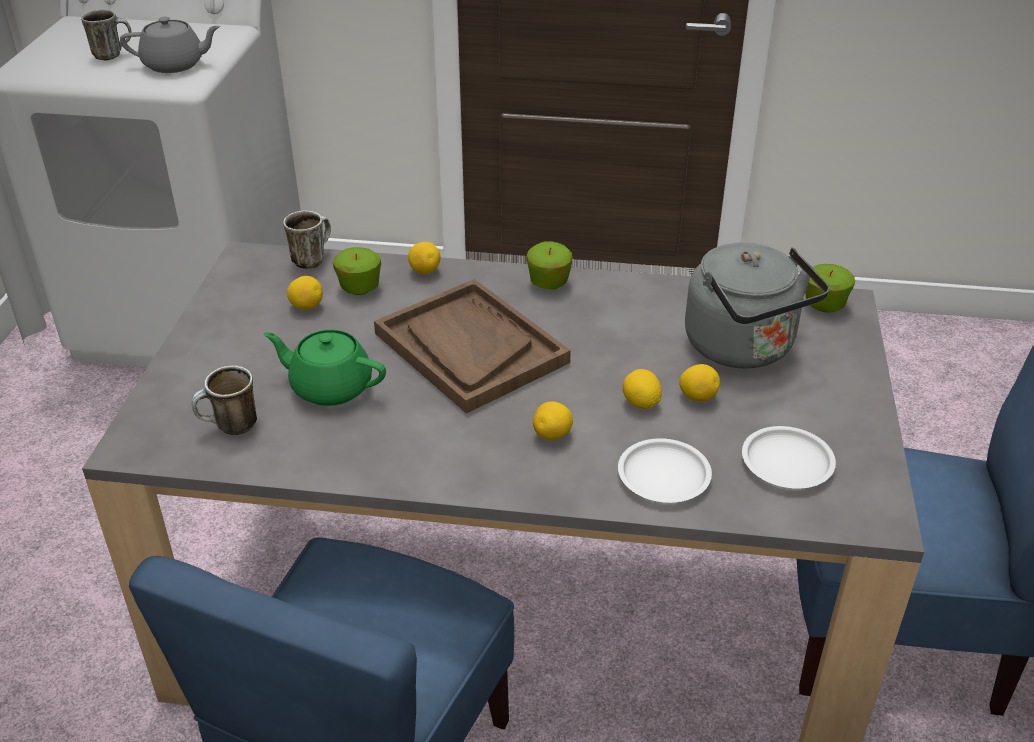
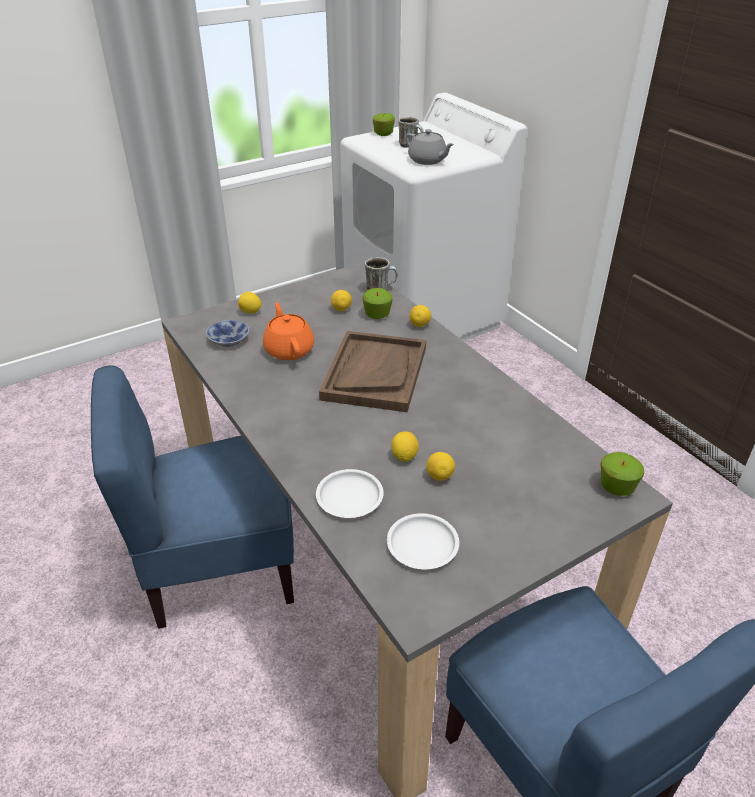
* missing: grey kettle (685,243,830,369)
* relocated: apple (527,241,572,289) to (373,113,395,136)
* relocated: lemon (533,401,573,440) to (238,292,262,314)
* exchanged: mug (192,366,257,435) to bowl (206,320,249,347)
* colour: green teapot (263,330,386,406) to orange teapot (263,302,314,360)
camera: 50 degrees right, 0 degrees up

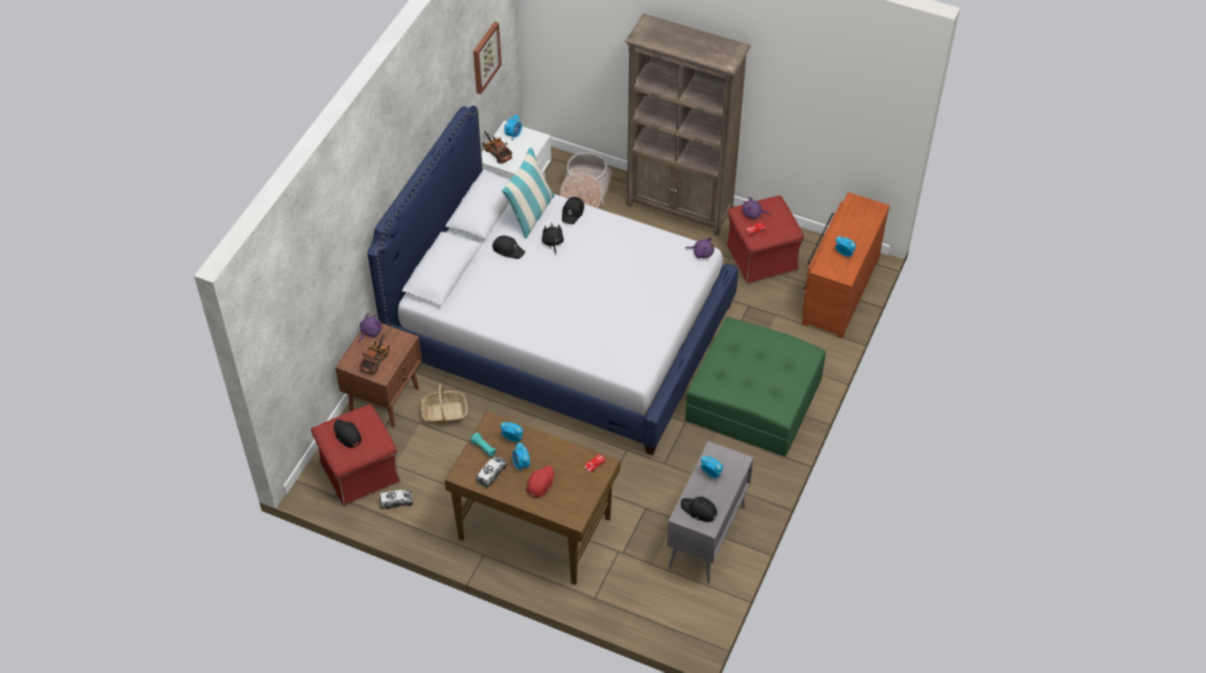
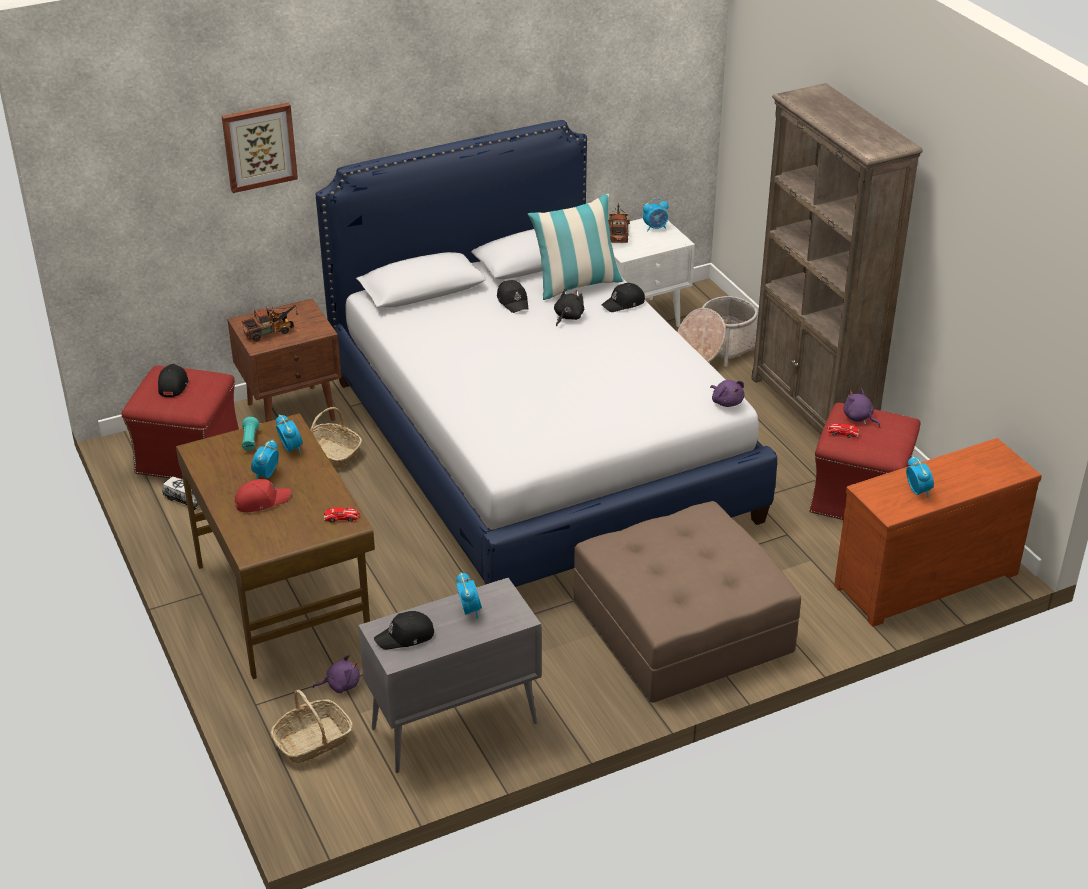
* missing: toy truck (476,455,507,488)
* appeared: basket (271,690,353,764)
* relocated: purple plush toy (358,313,382,343) to (313,655,360,693)
* relocated: picture (473,22,502,94) to (222,103,298,193)
* colour: green ottoman (685,317,826,456) to brown ottoman (574,501,801,703)
* spun: black cap (681,497,718,522) = (374,611,434,650) 90 degrees counterclockwise
camera: 40 degrees right, 15 degrees down

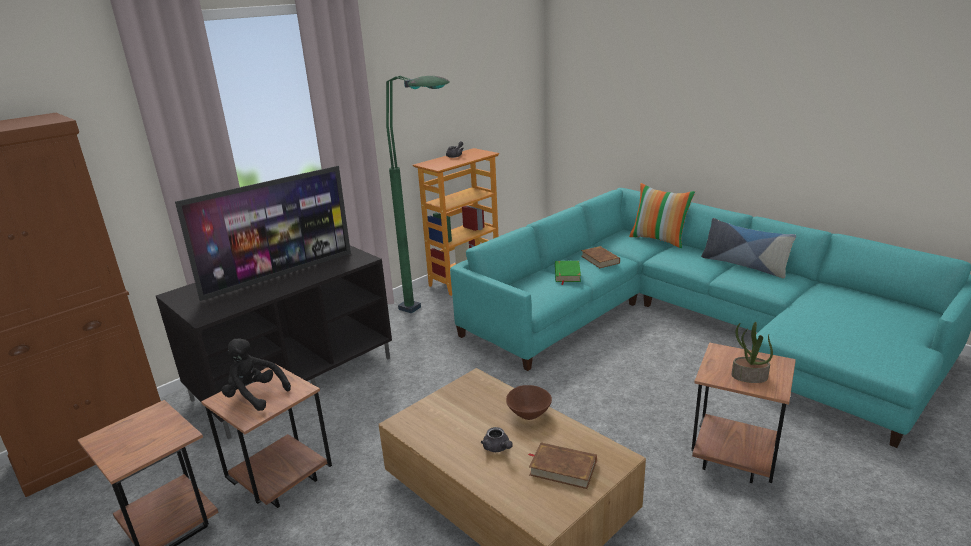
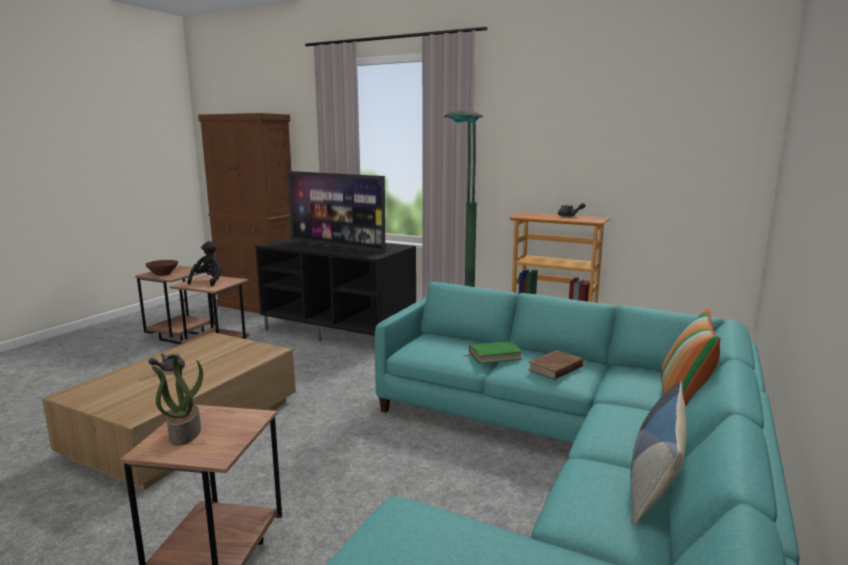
* missing: brown book (528,442,597,489)
* relocated: brown bowl (506,385,552,420) to (146,260,178,276)
camera: 70 degrees right, 10 degrees down

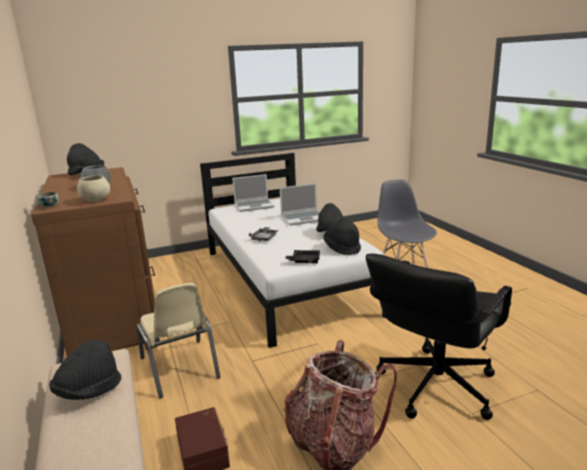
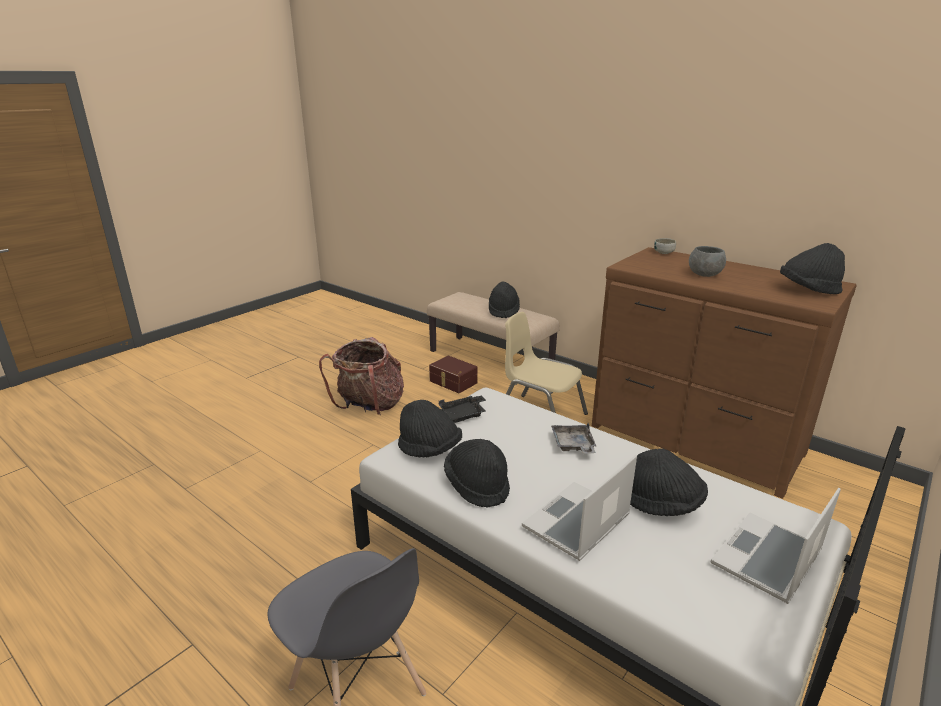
* missing: beige bowl (77,175,110,202)
* missing: black office chair (366,253,512,420)
* appeared: black hat (630,448,708,516)
camera: 150 degrees right, 5 degrees up

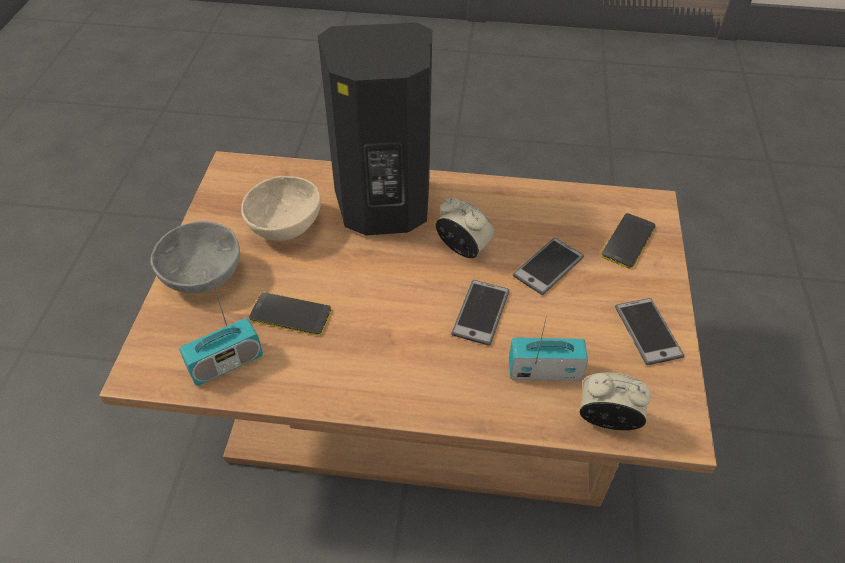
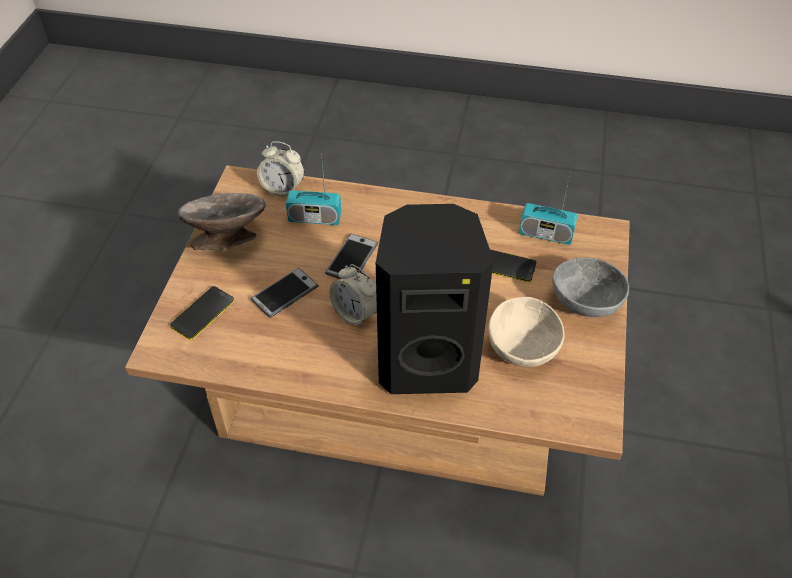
* exchanged: phone (615,298,684,365) to grey bowl (177,193,266,252)
* spun: radio (179,280,263,386) = (519,174,578,245) 135 degrees counterclockwise
camera: 175 degrees left, 0 degrees up

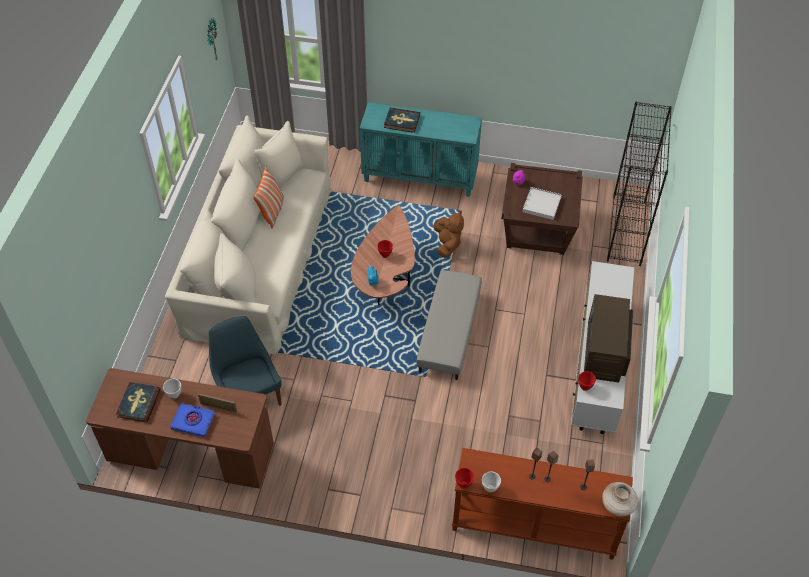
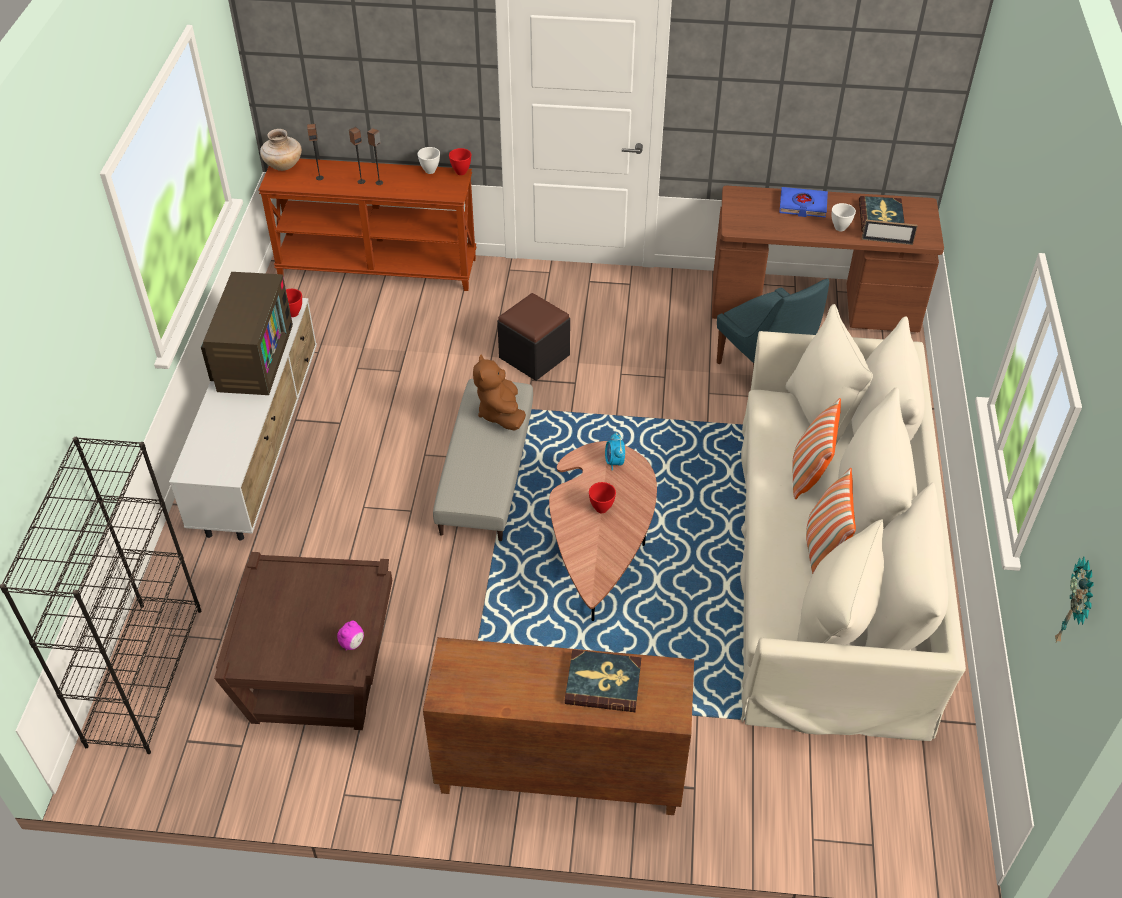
* missing: white tray (522,187,562,220)
* appeared: black ottoman (497,293,570,381)
* appeared: pillow (792,398,841,499)
* relocated: picture frame (198,393,237,413) to (861,219,918,245)
* relocated: brown plush toy (434,210,464,258) to (473,354,526,431)
* colour: turquoise cabinet (360,102,482,197) to brown cabinet (423,637,694,815)
camera: 175 degrees right, 5 degrees down

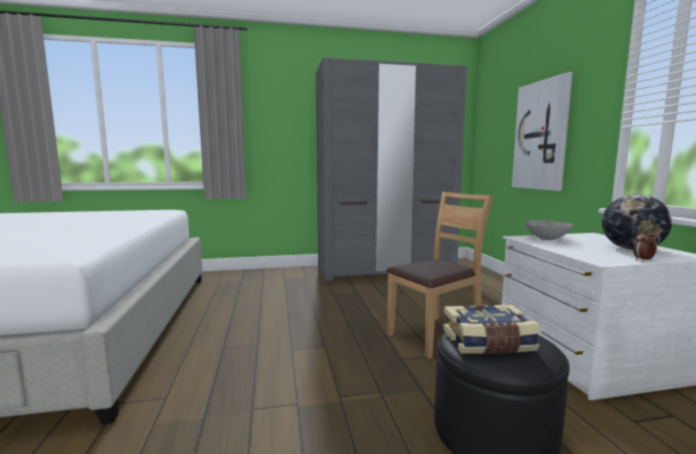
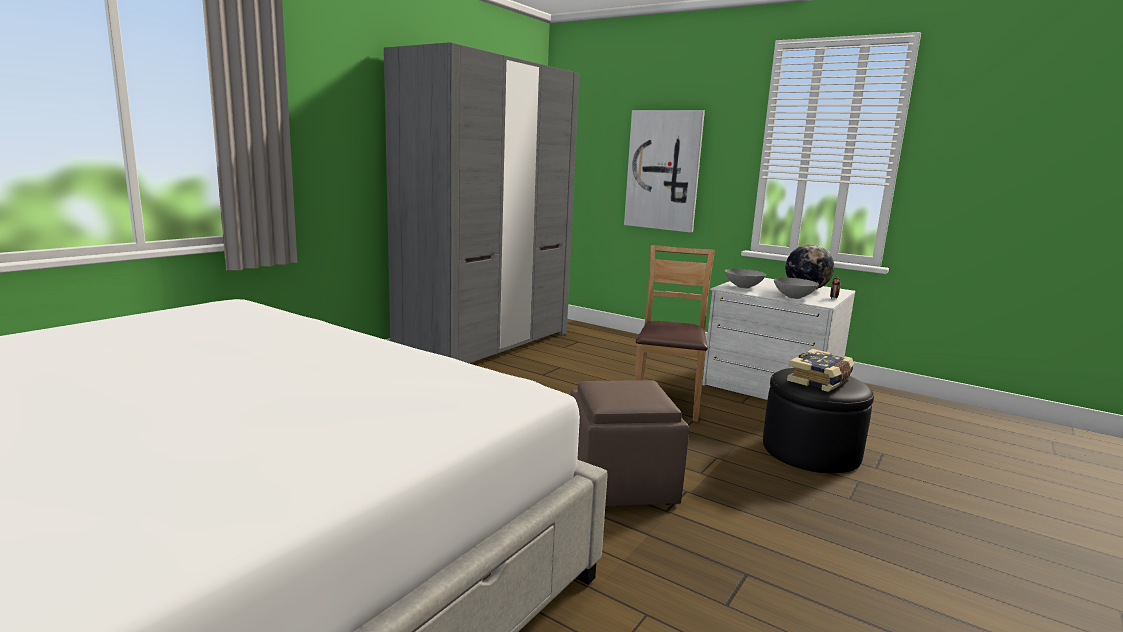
* appeared: brown ottoman (570,380,689,506)
* appeared: grey bowl (774,278,819,299)
camera: 45 degrees left, 5 degrees up

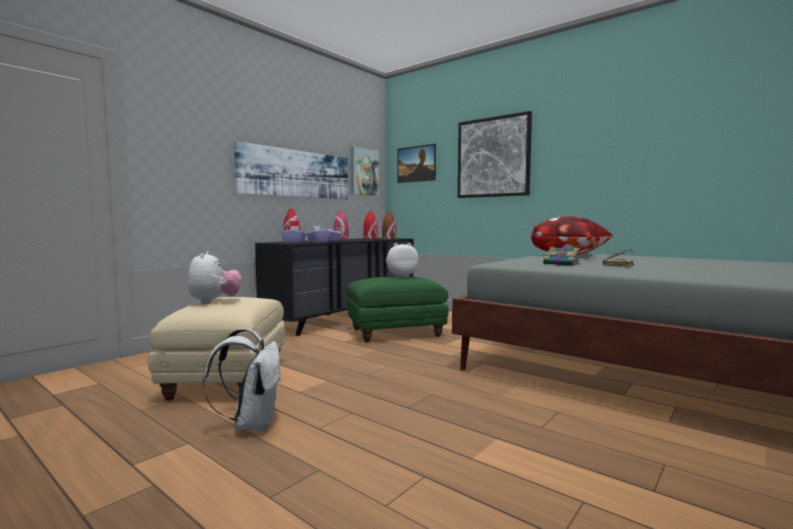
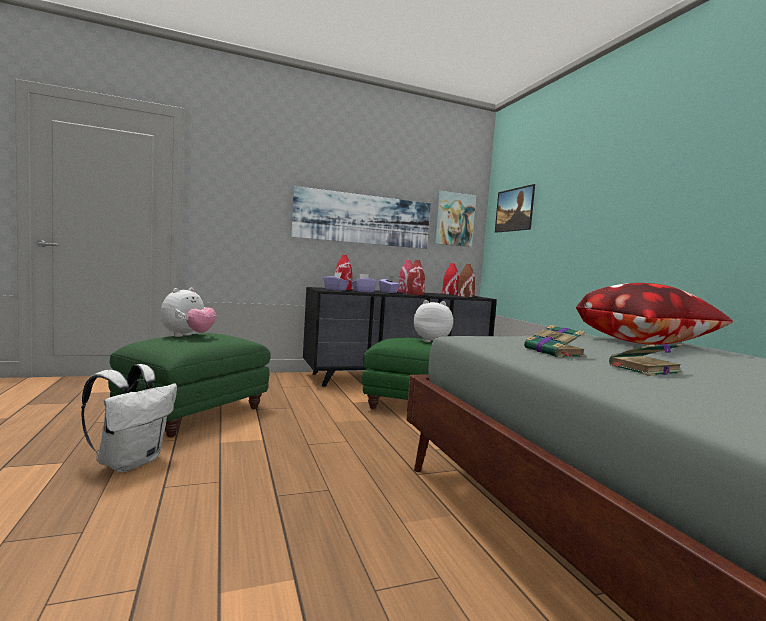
* missing: picture (458,111,532,198)
* appeared: red vase (406,260,425,295)
* colour: beige ottoman (147,297,285,401) to green ottoman (108,333,271,437)
camera: 30 degrees right, 0 degrees up

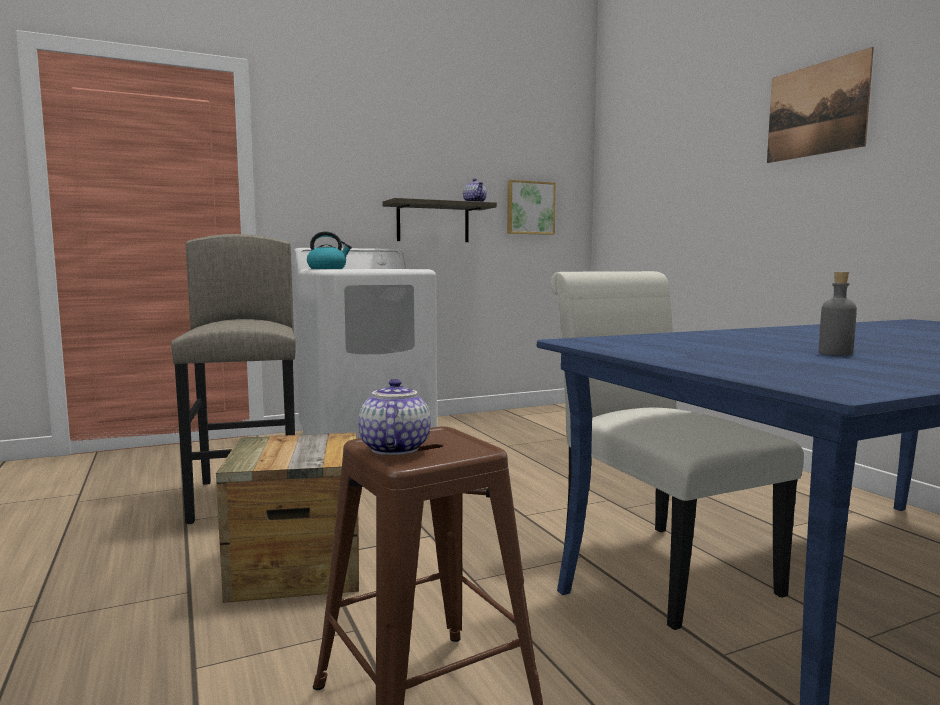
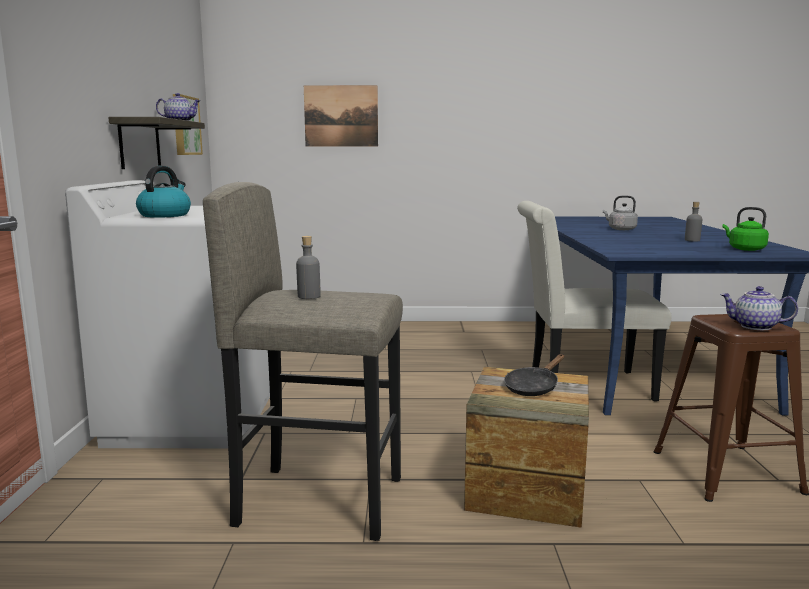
* appeared: grey bottle (296,236,321,299)
* appeared: black frying pan (504,354,564,396)
* appeared: grey kettle (603,196,638,230)
* appeared: green kettle (723,207,769,251)
* relocated: picture (767,47,874,163) to (304,85,378,146)
camera: 65 degrees left, 5 degrees up

